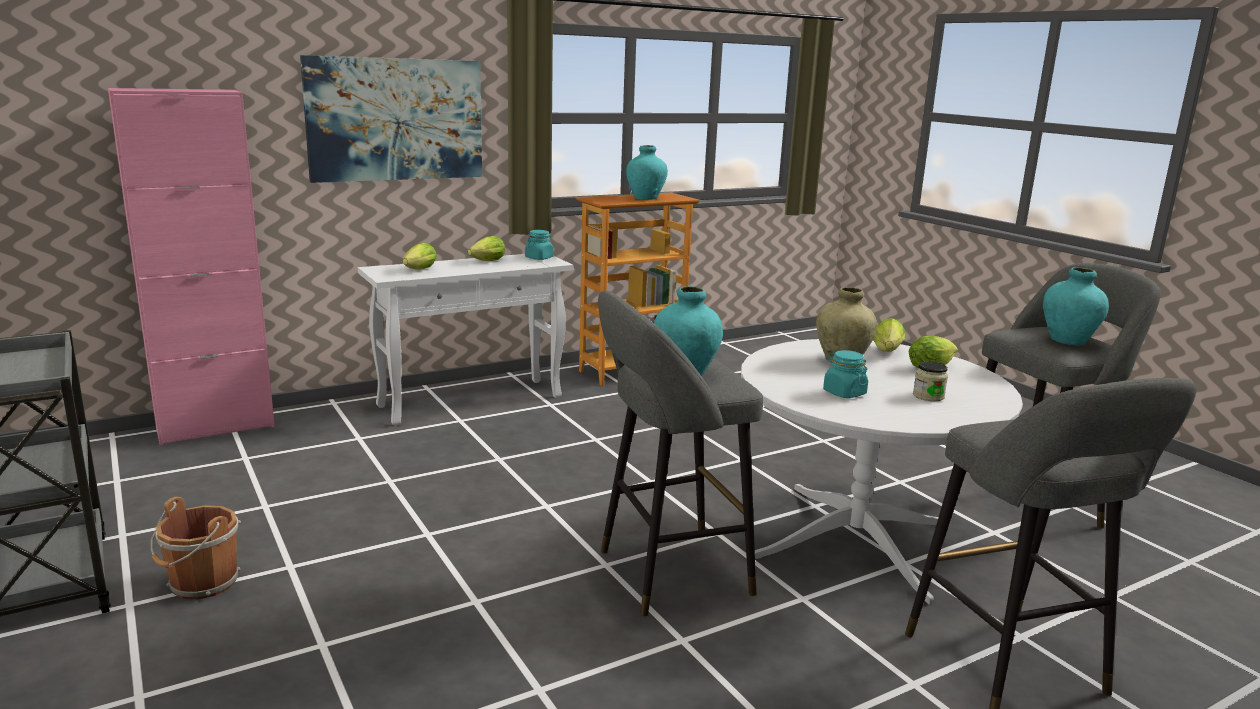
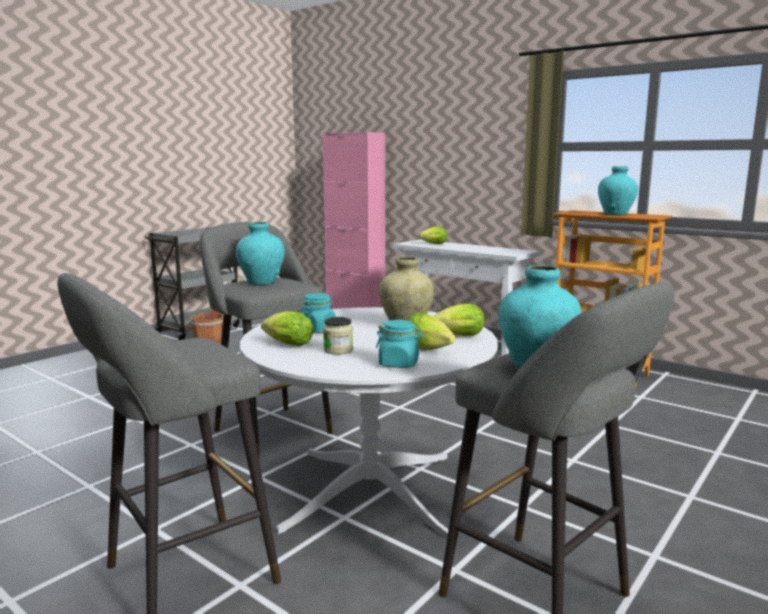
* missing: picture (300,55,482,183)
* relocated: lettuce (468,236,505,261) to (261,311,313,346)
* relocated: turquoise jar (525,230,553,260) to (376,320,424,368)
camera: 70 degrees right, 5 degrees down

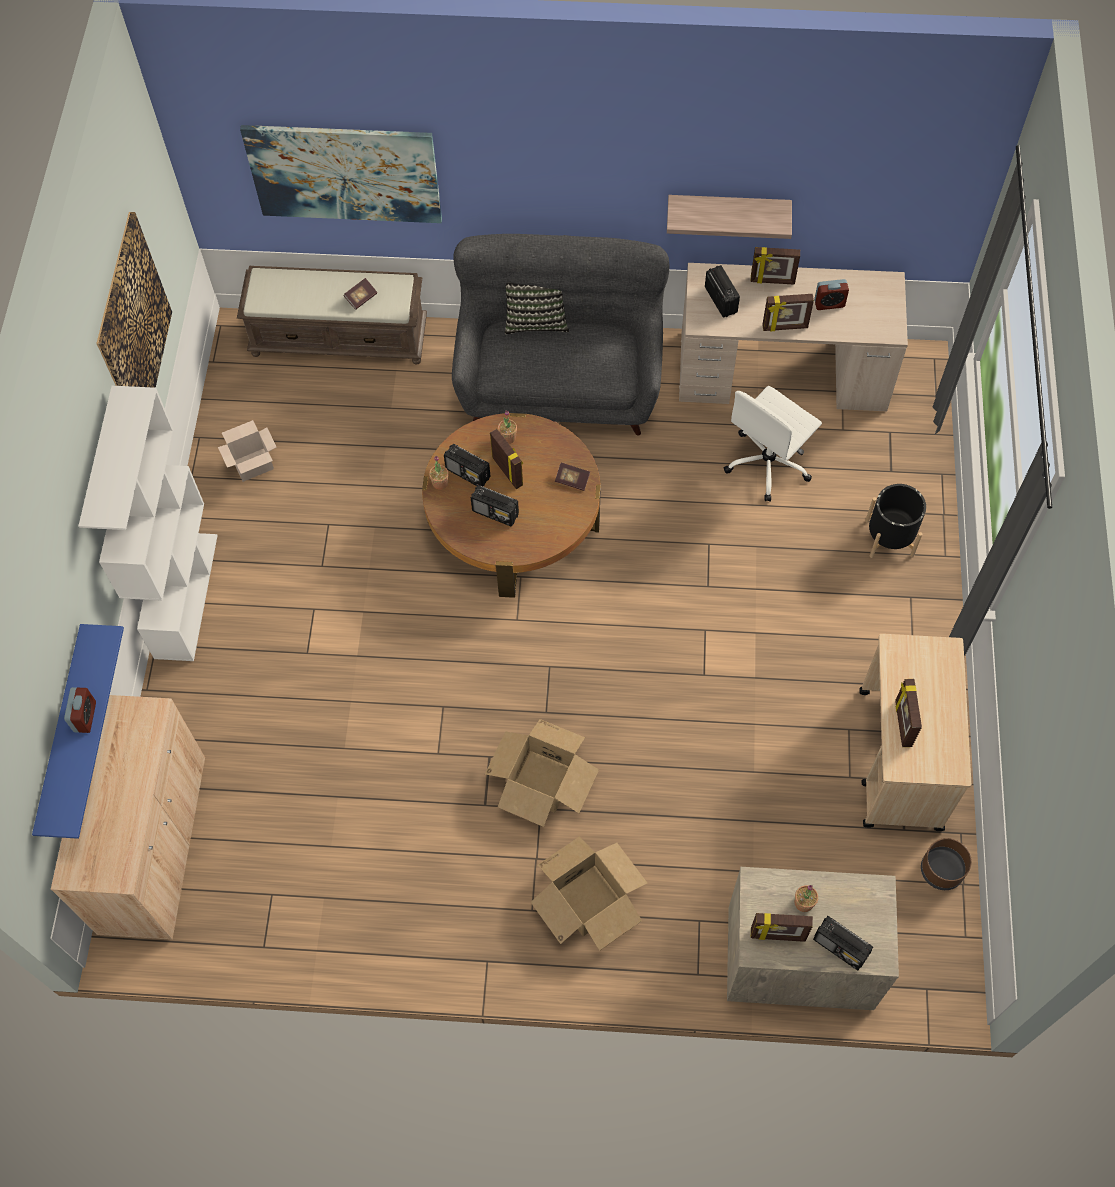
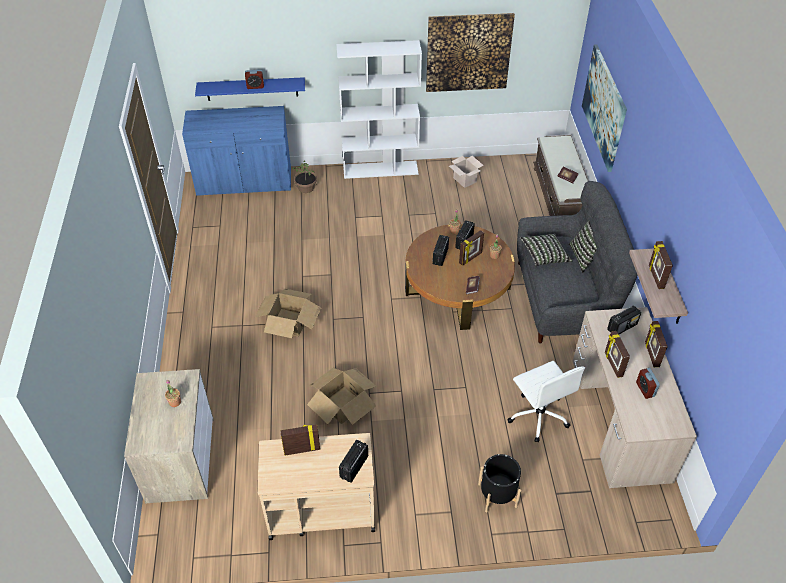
* missing: brown planter (921,838,972,890)
* appeared: potted plant (293,161,318,193)
* appeared: pillow (520,234,572,266)
* relocated: cardboard box (531,836,647,951) to (307,368,377,425)
* relocated: picture frame (751,913,813,942) to (649,241,673,289)
* relocated: radio (813,916,873,970) to (339,440,368,483)
* colour: beige cabinet (51,695,205,940) to blue cabinet (182,106,291,196)
* spun: white office chair (724,386,822,502) = (507,361,585,442) 150 degrees counterclockwise
camera: 80 degrees right, 15 degrees down

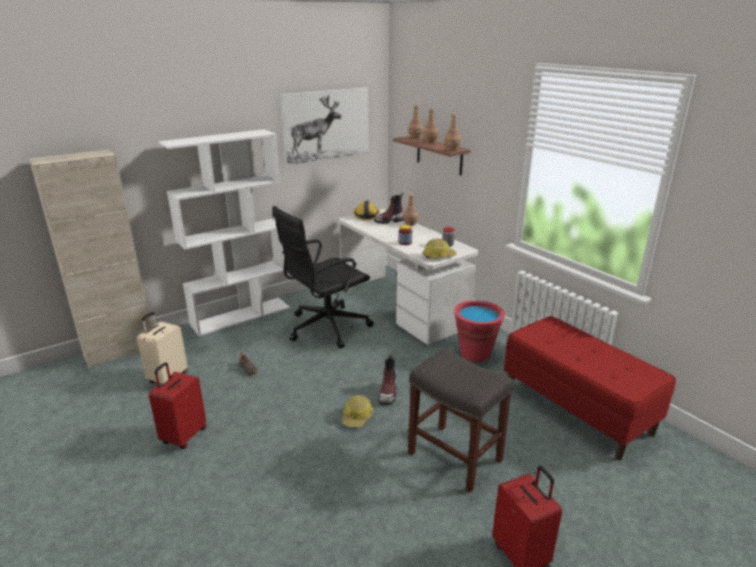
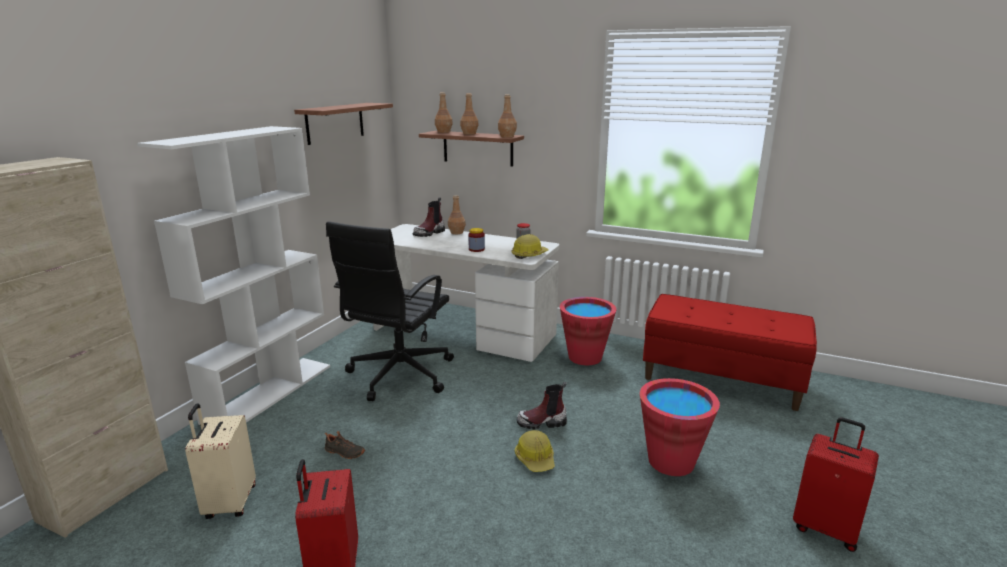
* missing: hard hat (353,201,380,221)
* exchanged: picture (280,88,369,166) to shelf (294,103,393,145)
* exchanged: grey stool (408,349,514,493) to red bucket (640,378,720,476)
* spun: boot (378,354,397,405) = (517,382,567,429) 105 degrees clockwise
camera: 30 degrees left, 5 degrees down

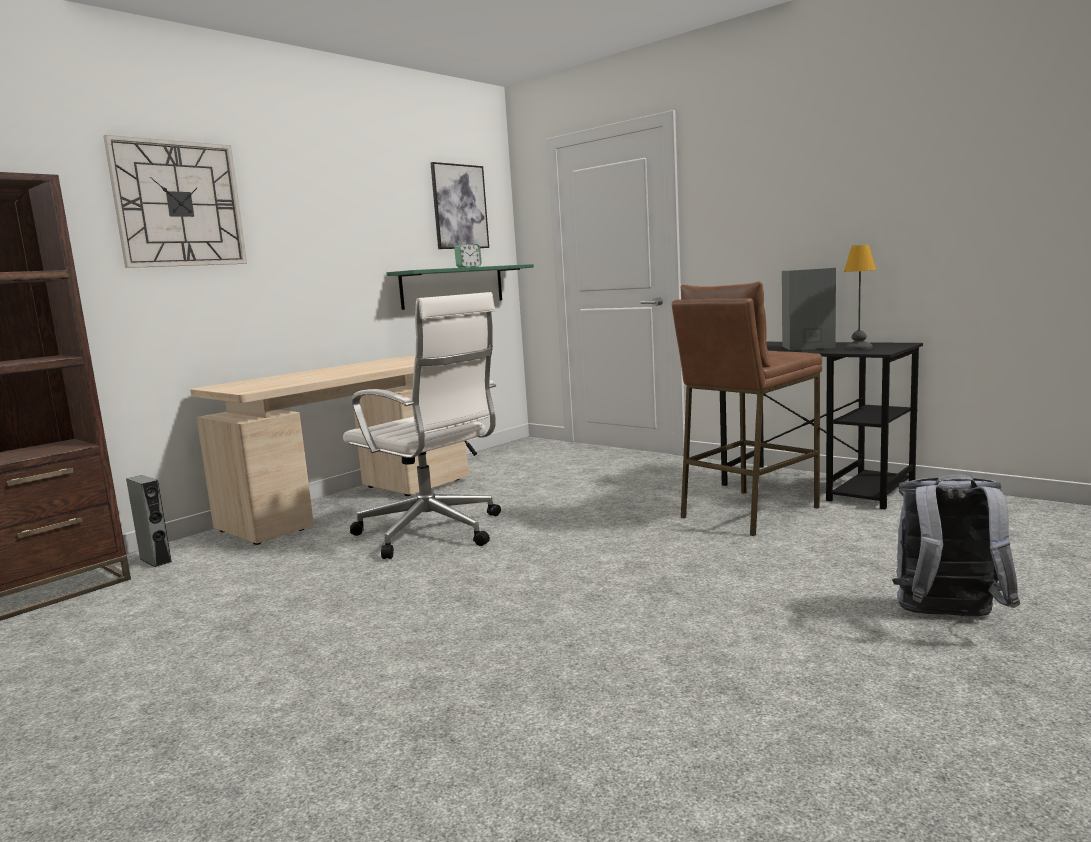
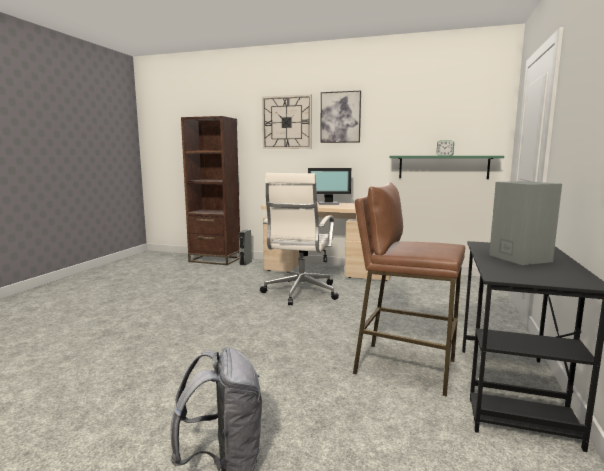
* missing: table lamp (844,245,876,350)
* appeared: monitor (308,168,351,205)
* relocated: picture (431,162,489,249) to (320,91,361,143)
camera: 65 degrees right, 0 degrees up

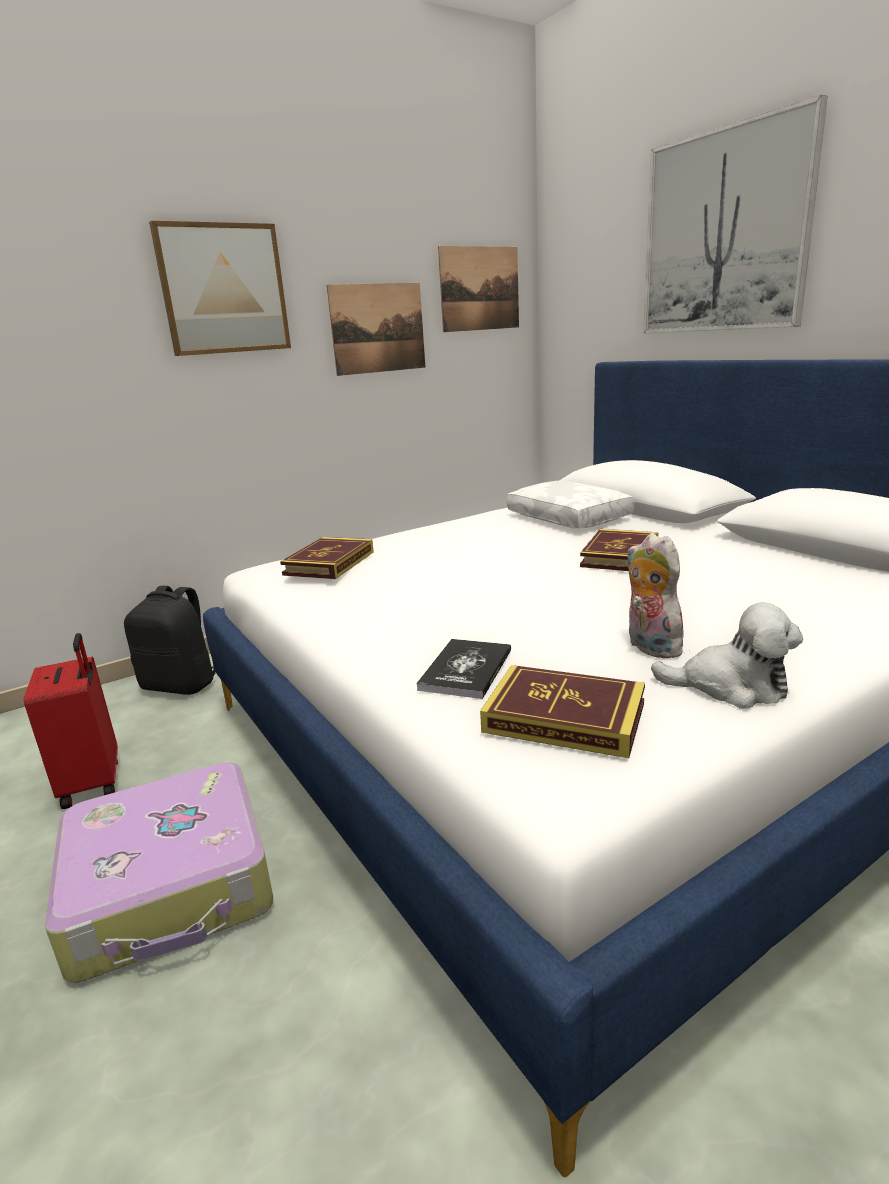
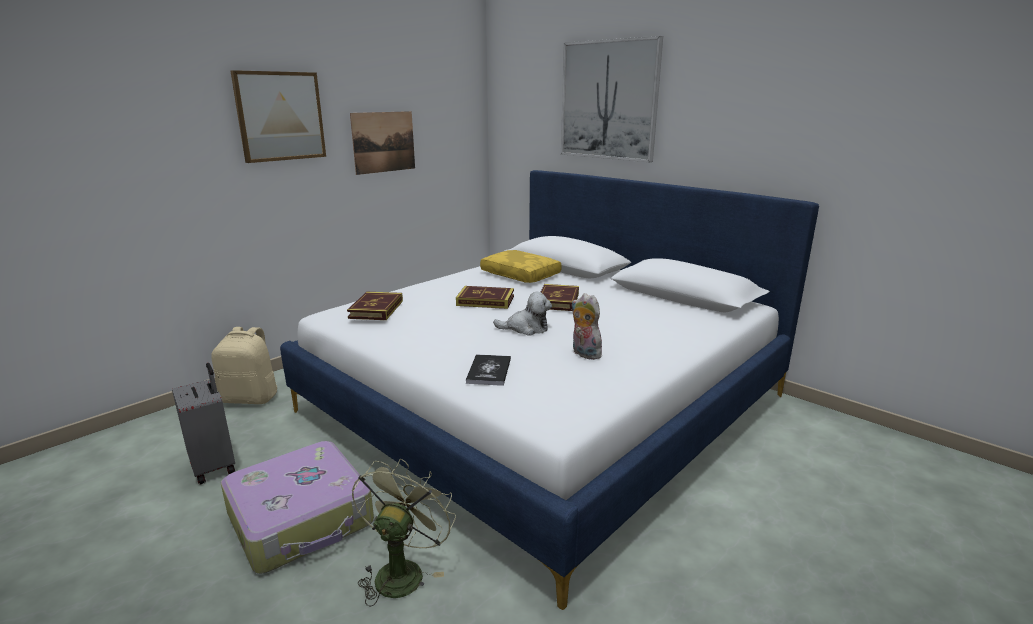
* missing: picture (438,246,519,332)
* appeared: green fan (352,459,456,607)
* relocated: book (480,665,645,758) to (456,286,514,309)
* relocated: plush toy (651,602,803,709) to (493,292,552,336)
* colour: red suitcase (24,633,118,809) to grey suitcase (172,363,235,484)
* colour: black backpack (124,586,216,695) to beige backpack (211,327,278,404)
* colour: white pillow (506,481,634,528) to yellow pillow (480,250,562,283)
camera: 15 degrees left, 0 degrees up

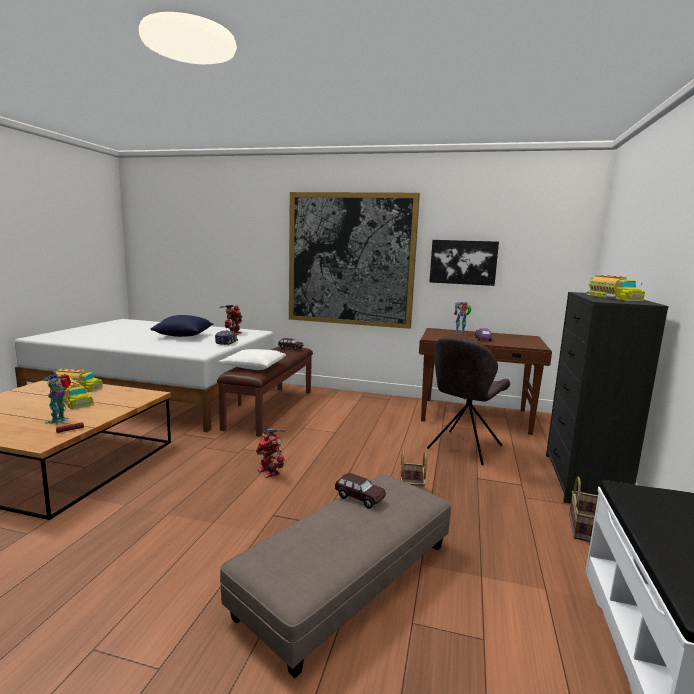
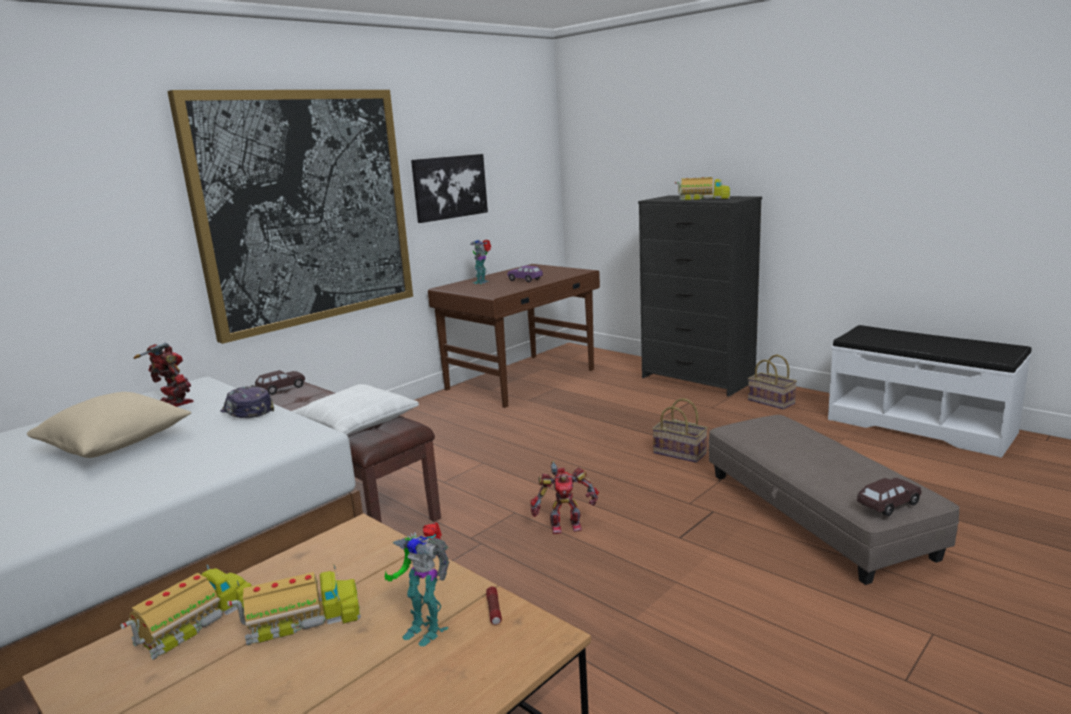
* missing: grey chair (427,336,510,465)
* relocated: brown toy car (335,473,386,509) to (857,478,922,516)
* colour: blue pillow (151,315,213,337) to beige pillow (27,392,191,458)
camera: 60 degrees left, 5 degrees up

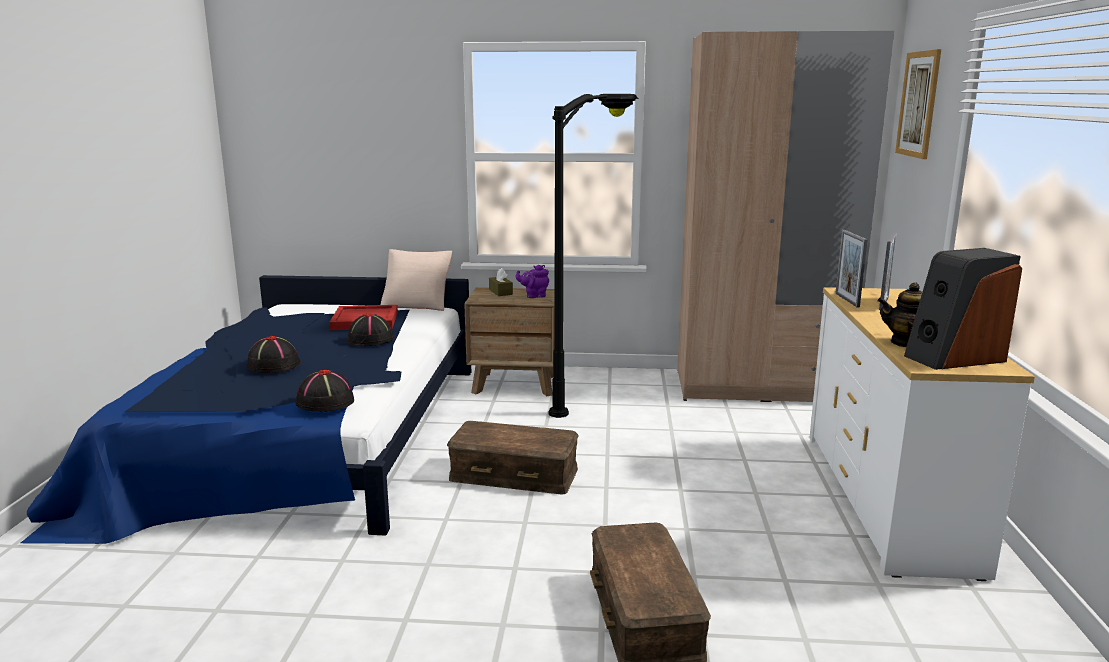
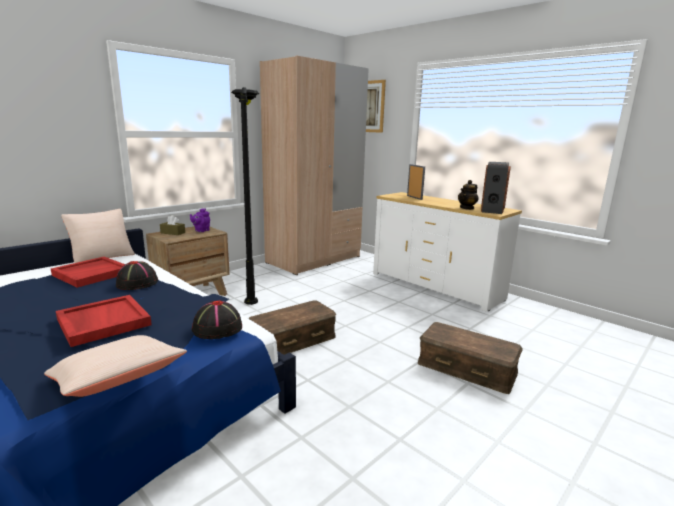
* missing: picture frame (835,230,868,307)
* appeared: beige pillow (44,335,187,397)
* exchanged: black hat (247,336,301,373) to red tray (56,295,152,347)
camera: 50 degrees left, 0 degrees up

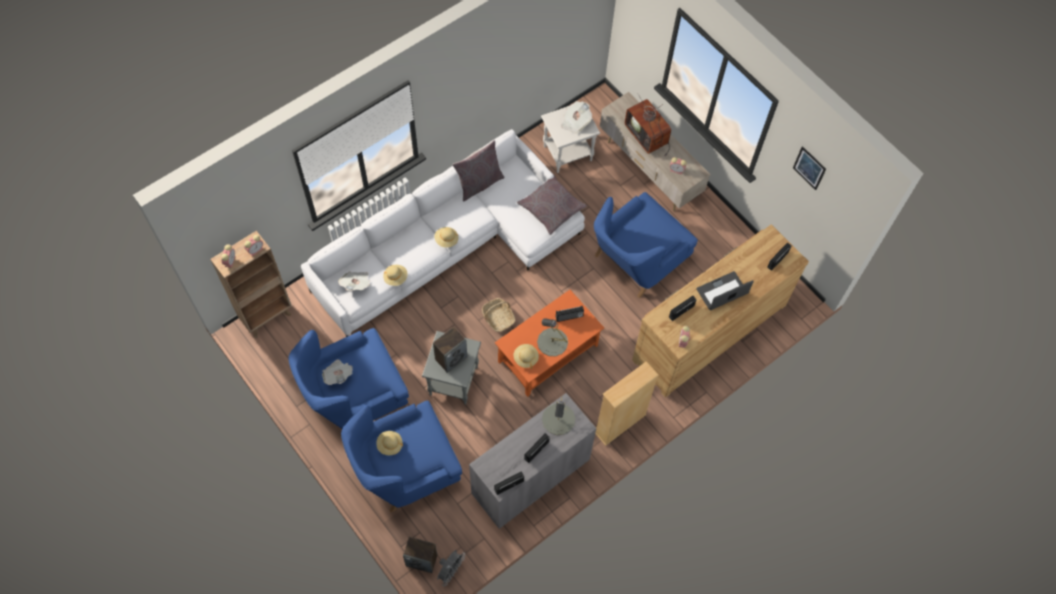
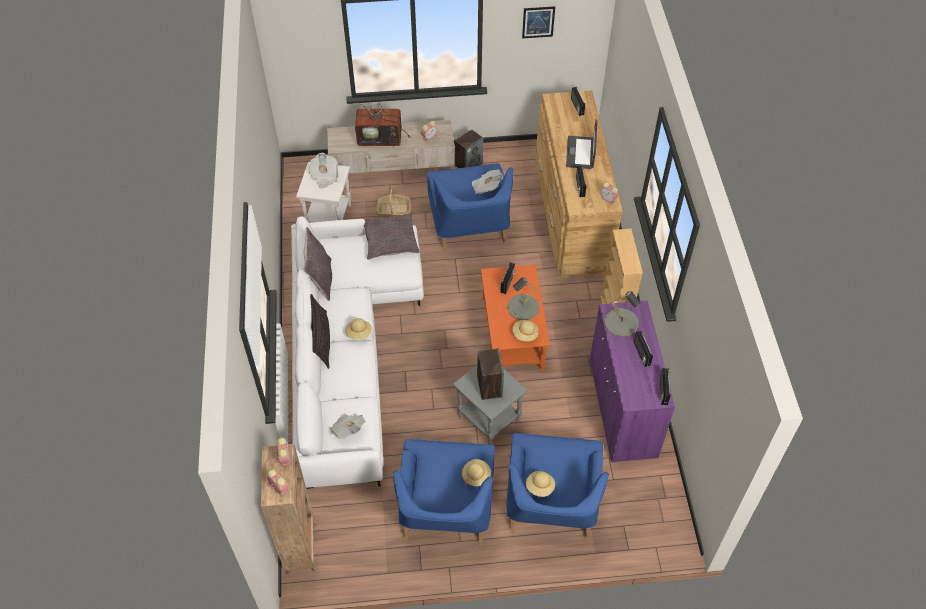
* missing: grey fan (437,550,466,586)
* appeared: pillow (310,294,330,369)
* relocated: newspaper (322,359,353,385) to (472,170,503,194)
* relocated: beige hat (383,265,408,286) to (462,459,491,486)
* relocated: speaker (403,537,438,573) to (455,129,483,168)
* relocated: basket (482,298,515,332) to (377,188,411,217)
* colour: grey cabinet (469,393,597,529) to purple cabinet (590,300,675,462)
camera: 55 degrees left, 10 degrees down

